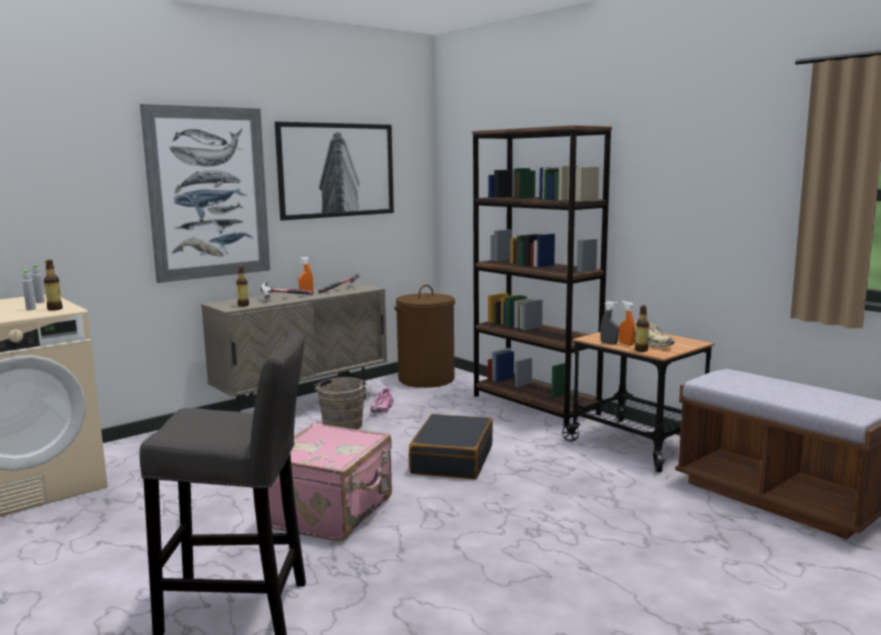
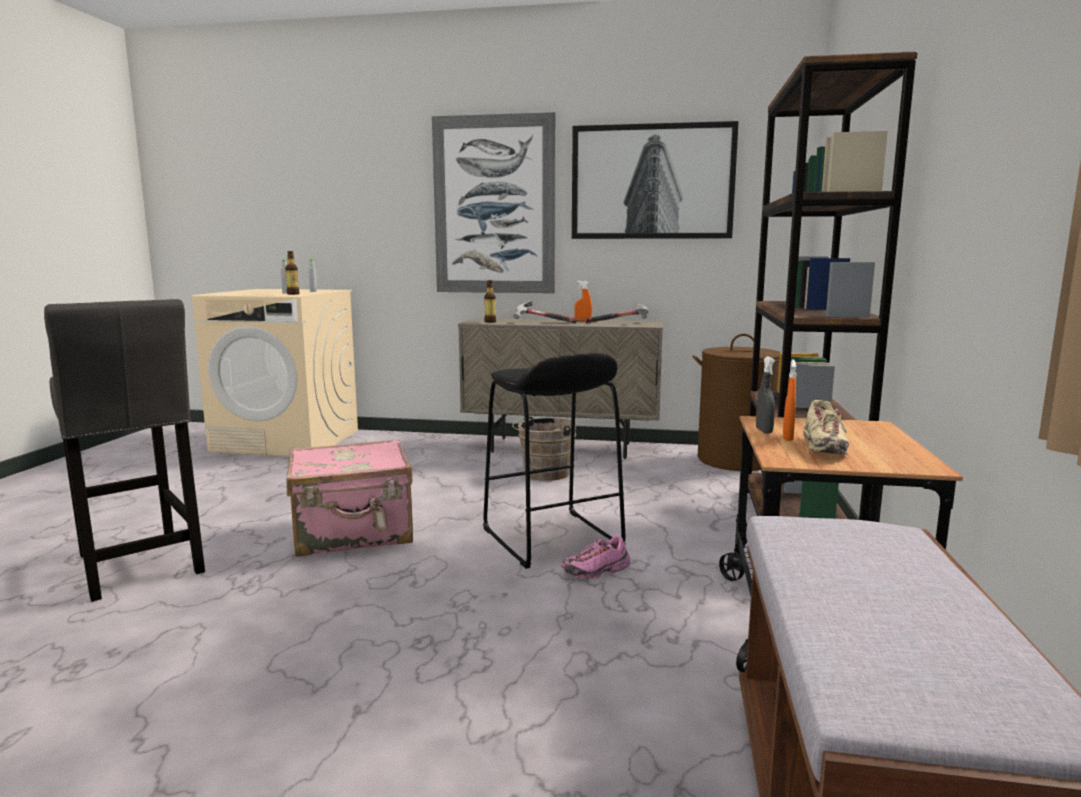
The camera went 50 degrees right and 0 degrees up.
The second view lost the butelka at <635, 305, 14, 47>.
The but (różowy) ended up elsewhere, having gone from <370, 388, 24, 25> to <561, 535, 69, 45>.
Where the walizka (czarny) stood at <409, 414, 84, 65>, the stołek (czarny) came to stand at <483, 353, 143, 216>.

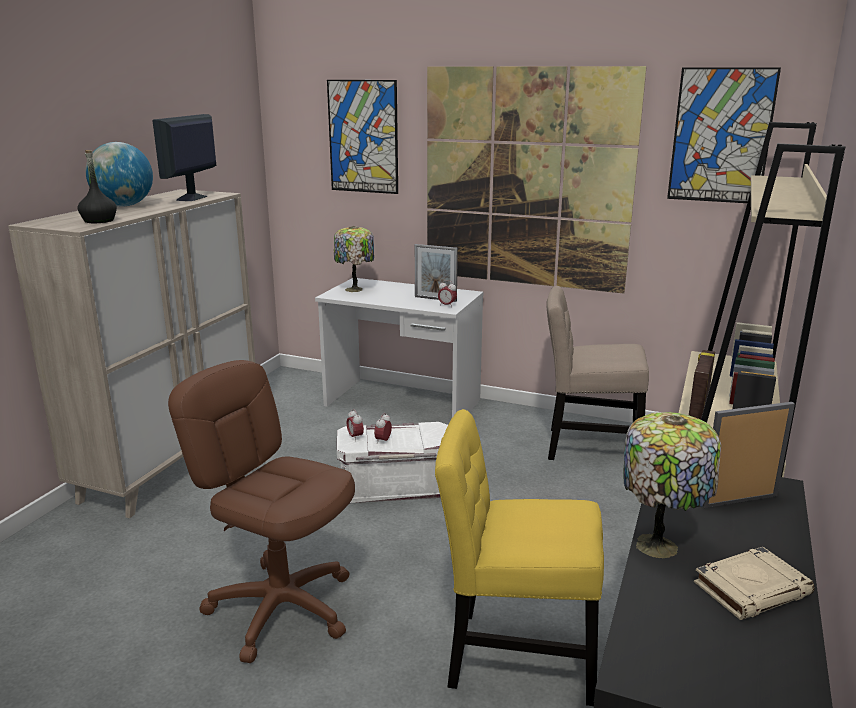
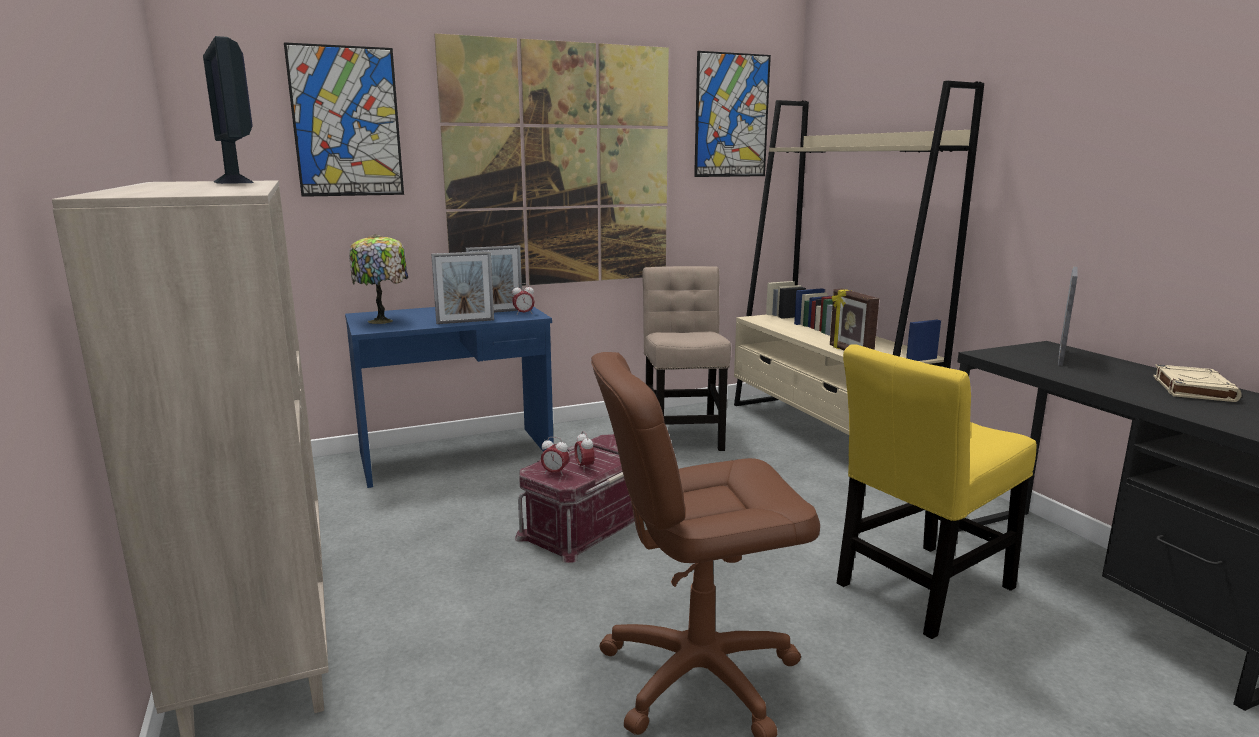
The camera went 45 degrees left and 5 degrees down.
The second view lost the butelka (czarny) at <78, 150, 39, 73>.
The second view lost the globus at <86, 142, 67, 64>.
The second view lost the lampa stołowa at <623, 412, 98, 146>.
The second view gained the ramka na zdjęcie at <431, 251, 63, 73>.
What was the biurko (biały) at <315, 278, 169, 139> turned into the biurko (niebieski) at <345, 306, 209, 182>.
What was the pojemnik do przechowywania (biały) at <337, 422, 111, 82> turned into the pojemnik do przechowywania (czerwony) at <515, 434, 120, 129>.
The krzesło (beżowy) at <546, 286, 103, 174> ended up facing another way, 120 degrees clockwise from before.

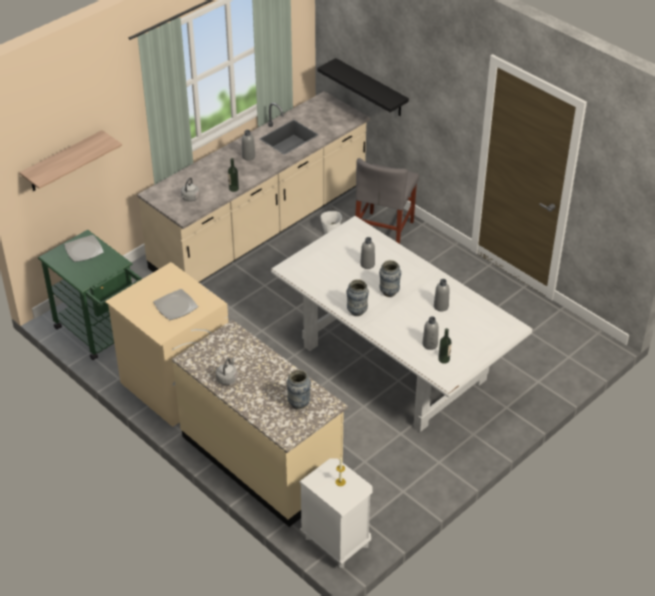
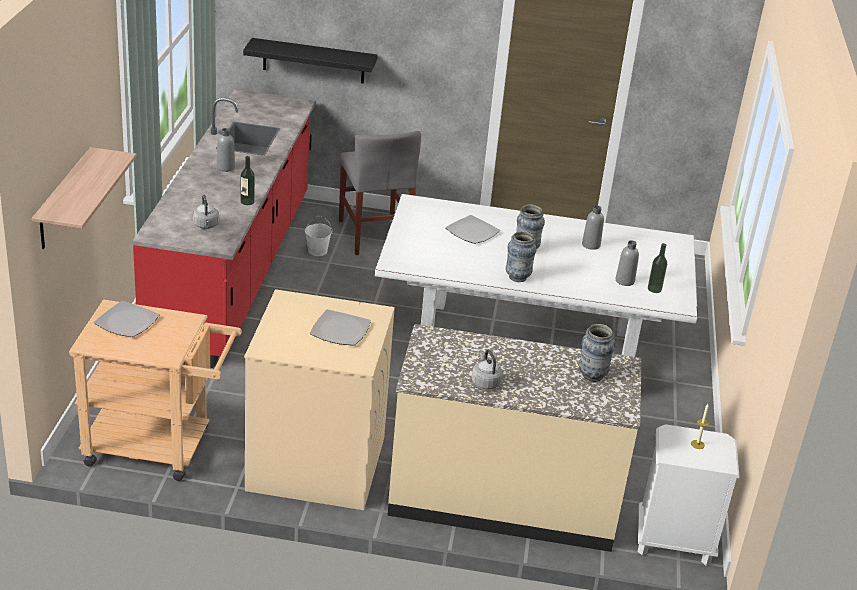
The camera went 40 degrees left and 10 degrees down.
Where the butelka (szary) stood at <360, 237, 15, 32>, the talerz came to stand at <445, 215, 55, 29>.
What was the wózek (zielony) at <38, 230, 104, 130> turned into the wózek (beżowy) at <69, 300, 173, 181>.
What was the zabudowa kuchenna (beżowy) at <137, 91, 233, 192> turned into the zabudowa kuchenna (czerwony) at <132, 89, 184, 279>.

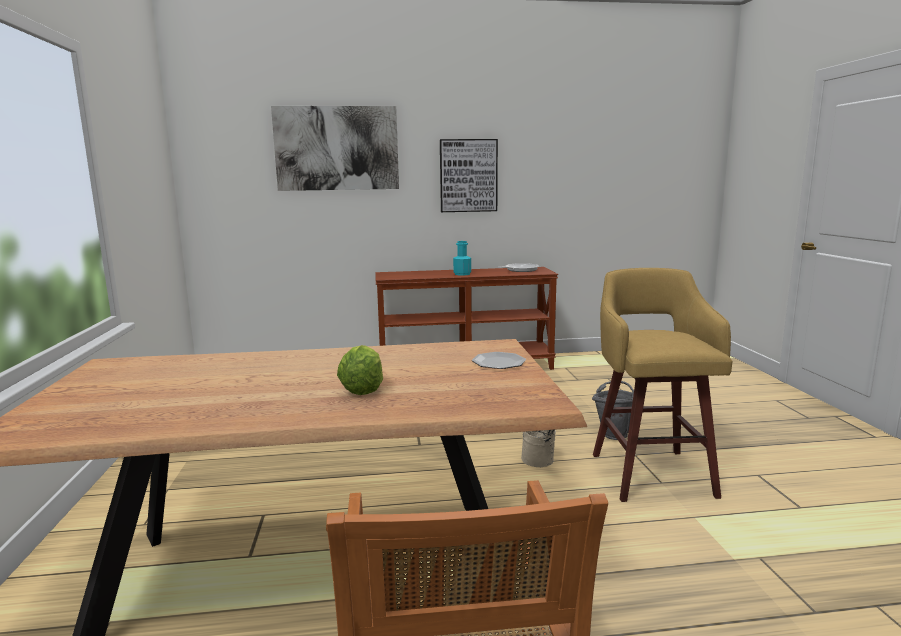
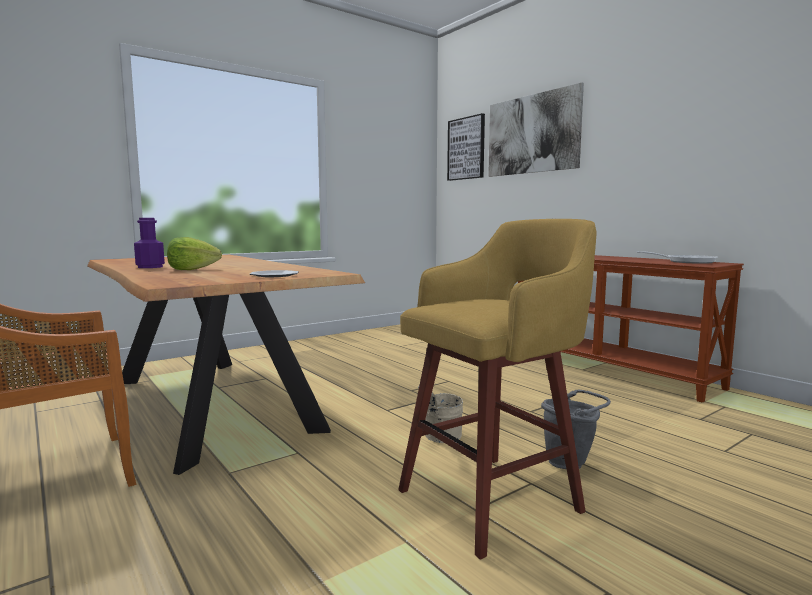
The camera went 60 degrees right and 5 degrees down.
The second view lost the butelka (turkusowy) at <453, 241, 18, 35>.
The second view gained the butelka (fioletowy) at <134, 218, 31, 50>.
The obraz ended up elsewhere, having gone from <440, 139, 58, 73> to <447, 113, 38, 68>.

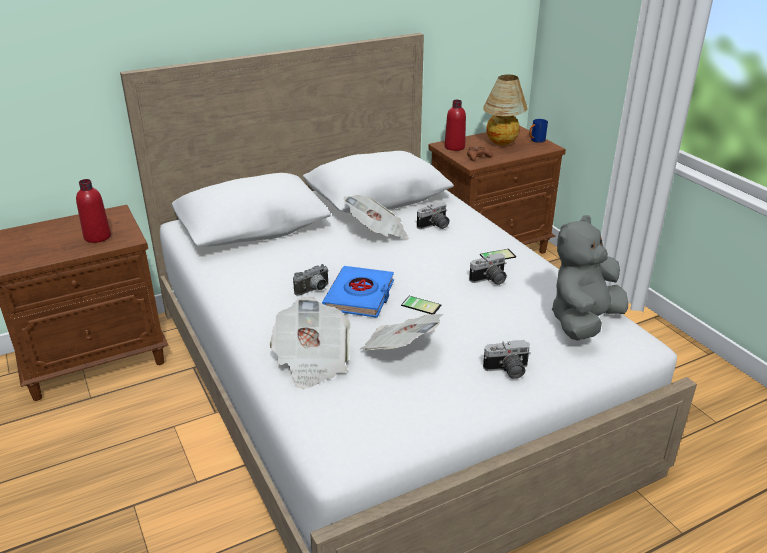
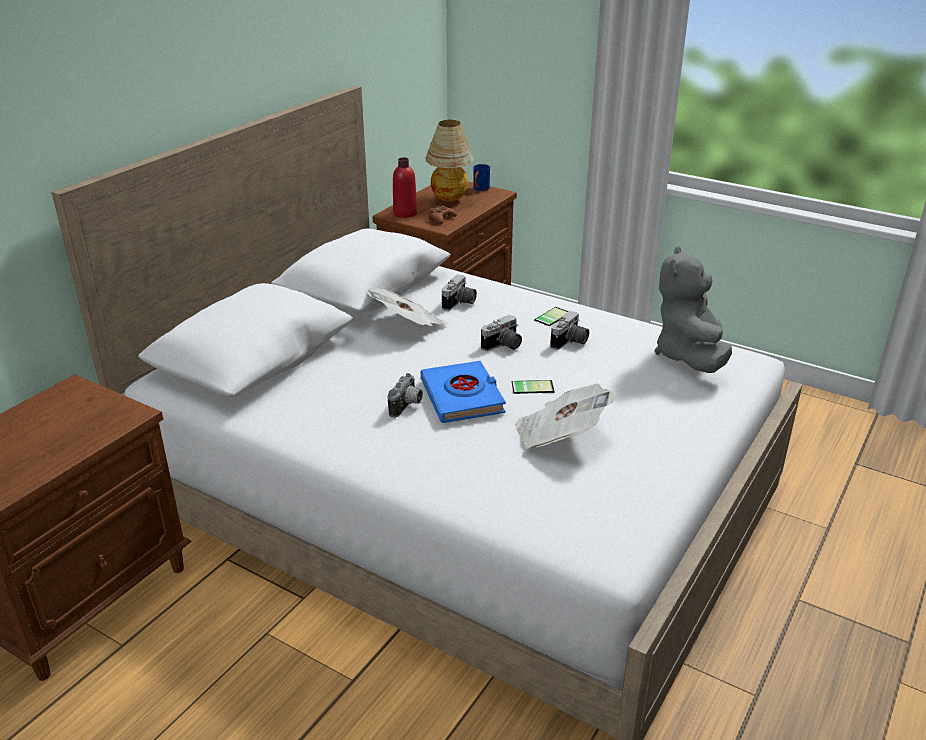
The camera went 30 degrees left and 0 degrees up.
The second view lost the butelka (czerwony) at <76, 179, 35, 64>.
The second view lost the gazeta at <269, 297, 81, 92>.
The aparat fotograficzny ended up elsewhere, having gone from <483, 340, 48, 39> to <481, 315, 41, 36>.

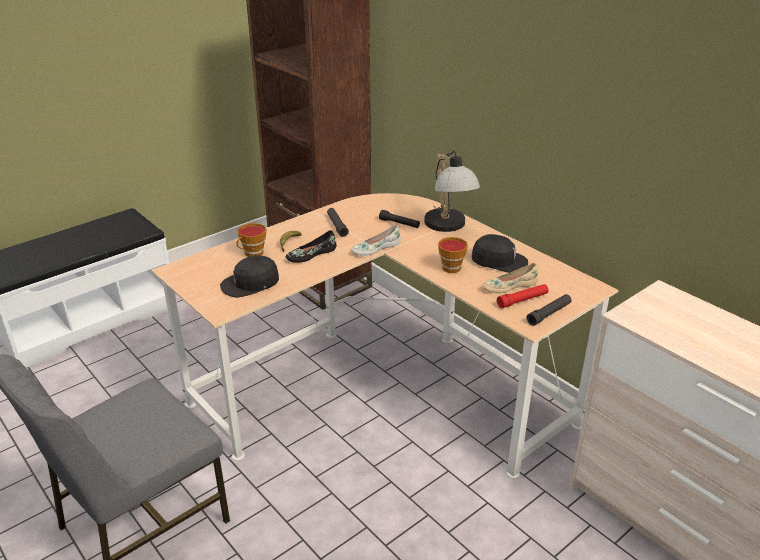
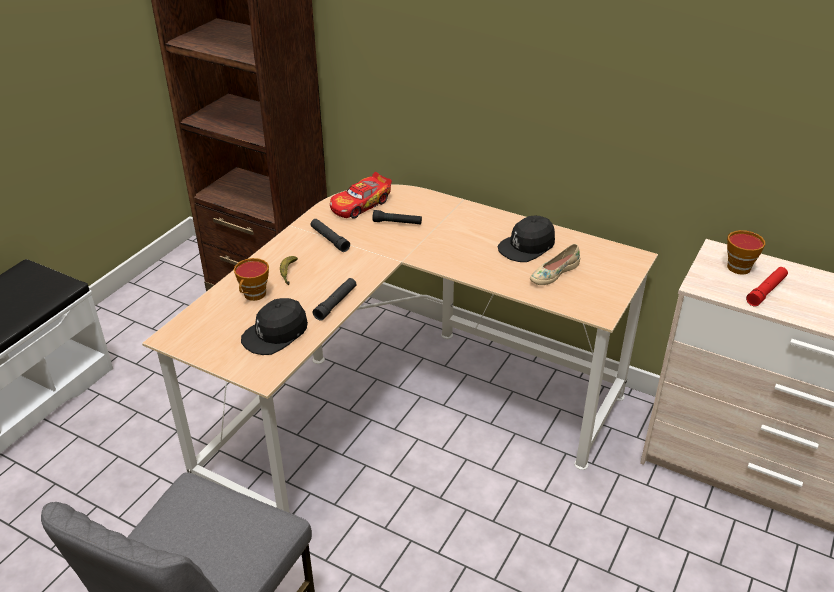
The camera went 20 degrees left and 5 degrees up.
The second view lost the but (czarny) at <286, 230, 50, 33>.
The second view lost the but (biały) at <351, 225, 50, 31>.
The second view lost the lampa stołowa at <424, 150, 56, 82>.
The second view gained the samochodzik at <330, 172, 62, 47>.
The filiżanka ended up elsewhere, having gone from <438, 237, 30, 36> to <727, 230, 38, 45>.
The latarka (czerwony) ended up elsewhere, having gone from <497, 284, 52, 24> to <746, 267, 42, 40>.
The latarka (czarny) ended up elsewhere, having gone from <527, 294, 45, 32> to <313, 278, 43, 43>.
The czapka z daszkiem (czarny) at <472, 234, 56, 39> ended up facing another way, 150 degrees clockwise from before.

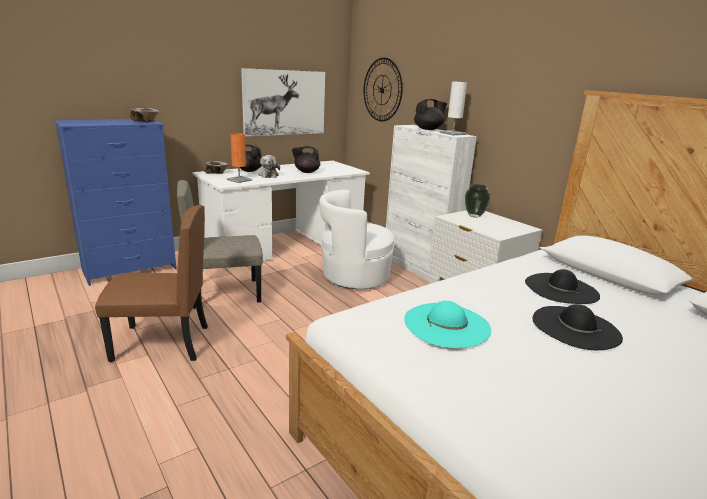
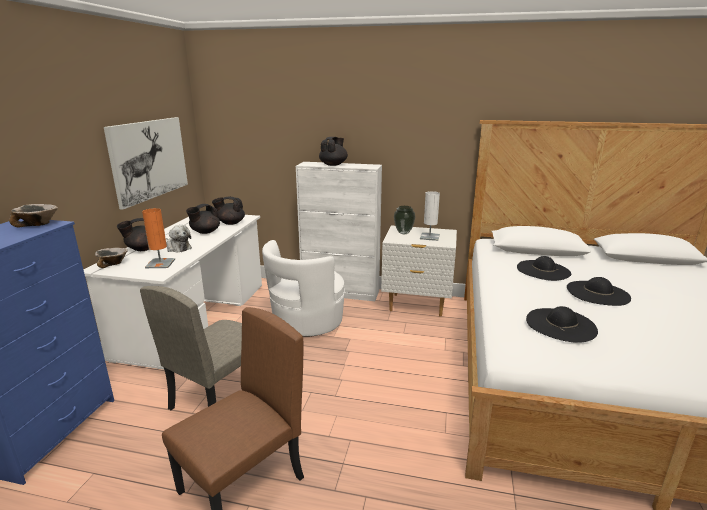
The camera went 40 degrees left and 0 degrees up.
The second view lost the zegar ścienny at <364, 58, 39, 63>.
The second view gained the imbryk (czarny) at <212, 197, 33, 28>.
The lampa stołowa (biały) ended up elsewhere, having gone from <439, 81, 28, 54> to <420, 191, 20, 50>.
What was the kapelusz (turkusowy) at <404, 301, 87, 47> turned into the kapelusz (czarny) at <526, 306, 72, 37>.

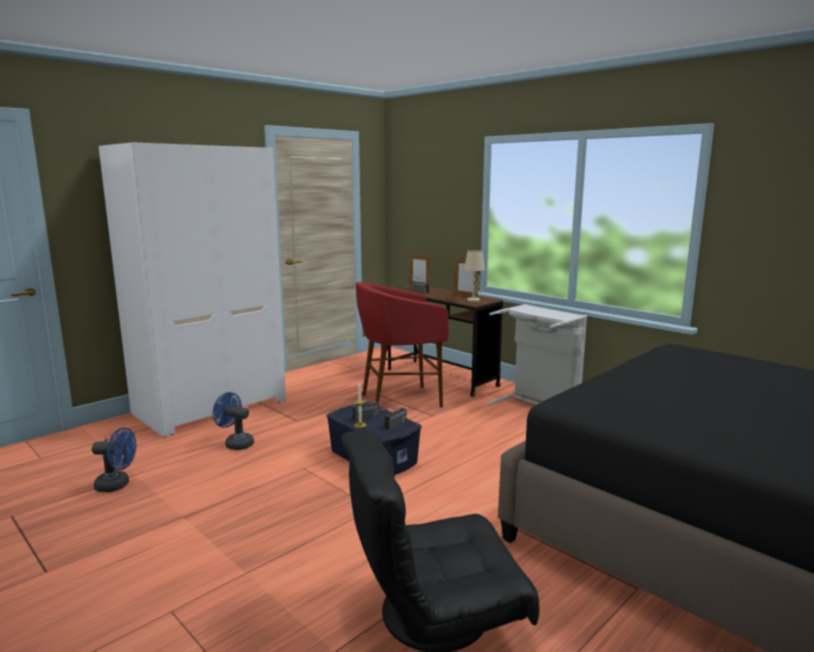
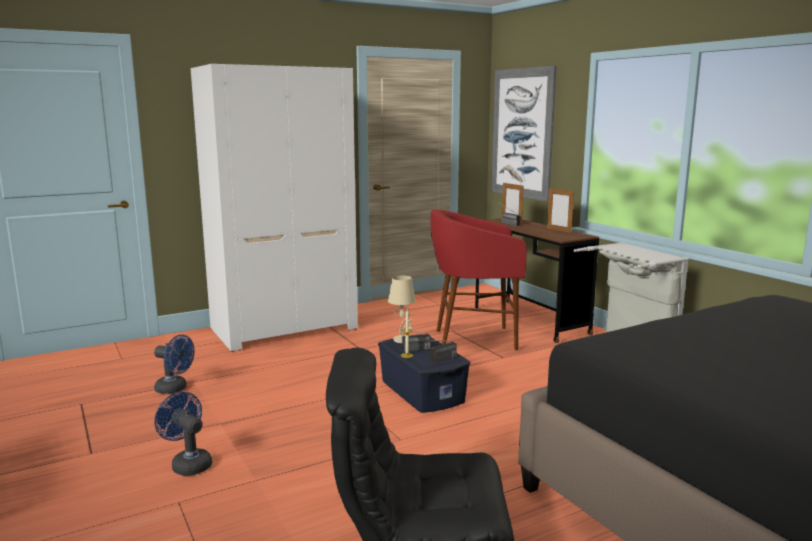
The camera went 15 degrees right and 0 degrees up.
The second view gained the obraz at <491, 66, 66, 136>.
The wentylator (niebieski) ended up elsewhere, having gone from <213, 392, 41, 58> to <154, 392, 58, 84>.
The lampa stołowa (beżowy) ended up elsewhere, having gone from <464, 250, 21, 52> to <388, 275, 28, 68>.

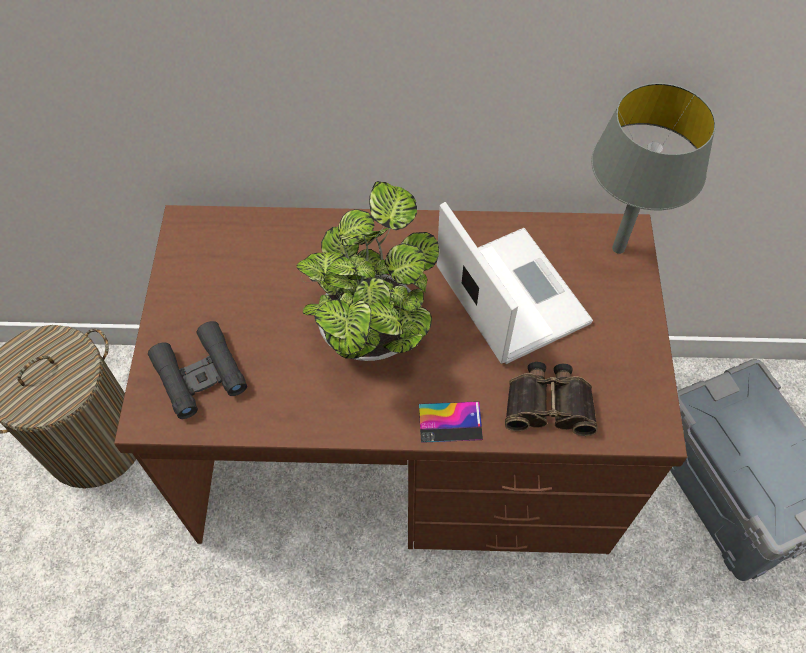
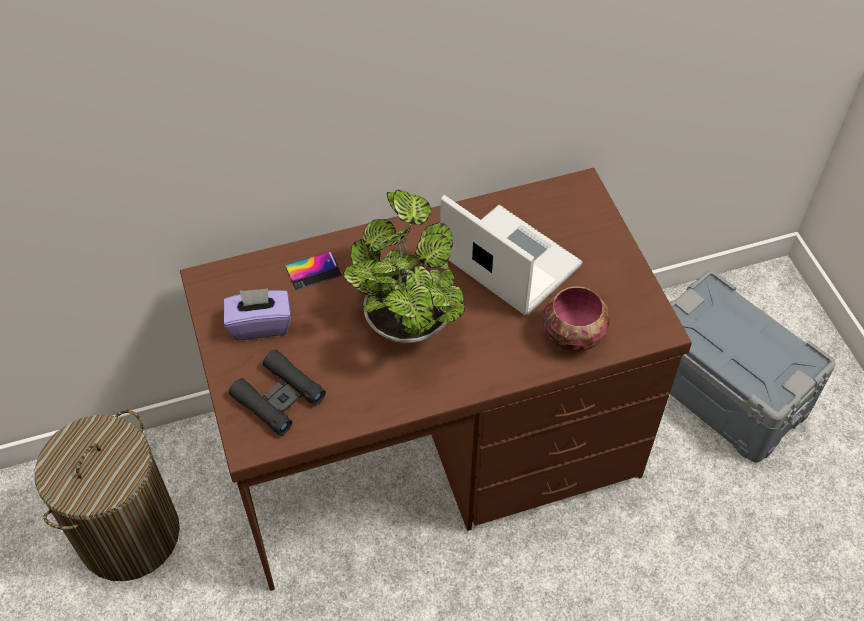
The camera went 20 degrees left and 5 degrees down.
The second view lost the lampa stołowa (szary) at <591, 83, 125, 171>.
The second view gained the pudełko chusteczek (fioletowy) at <224, 288, 67, 52>.
The telefon ended up elsewhere, having gone from <419, 401, 64, 42> to <285, 251, 57, 39>.
Where the lornetka stood at <505, 362, 93, 74>, the miska came to stand at <542, 286, 68, 66>.

